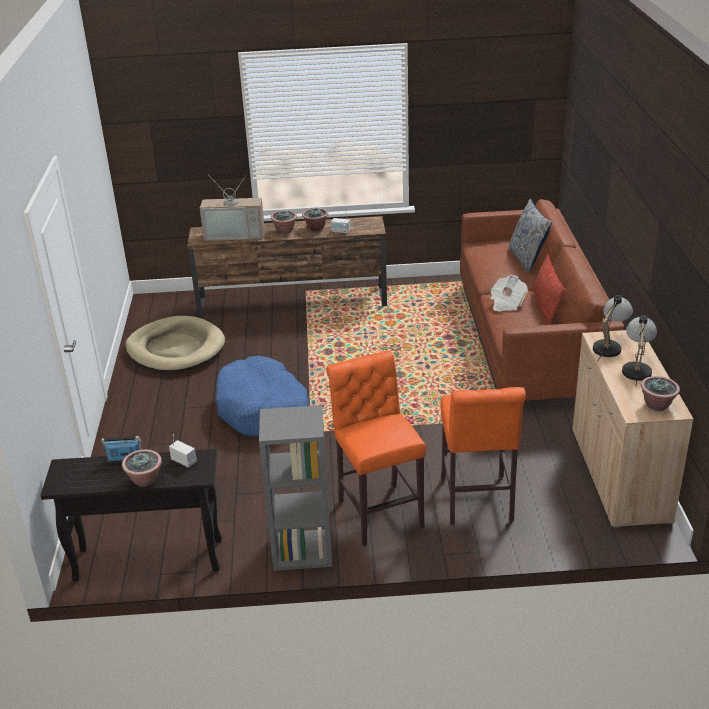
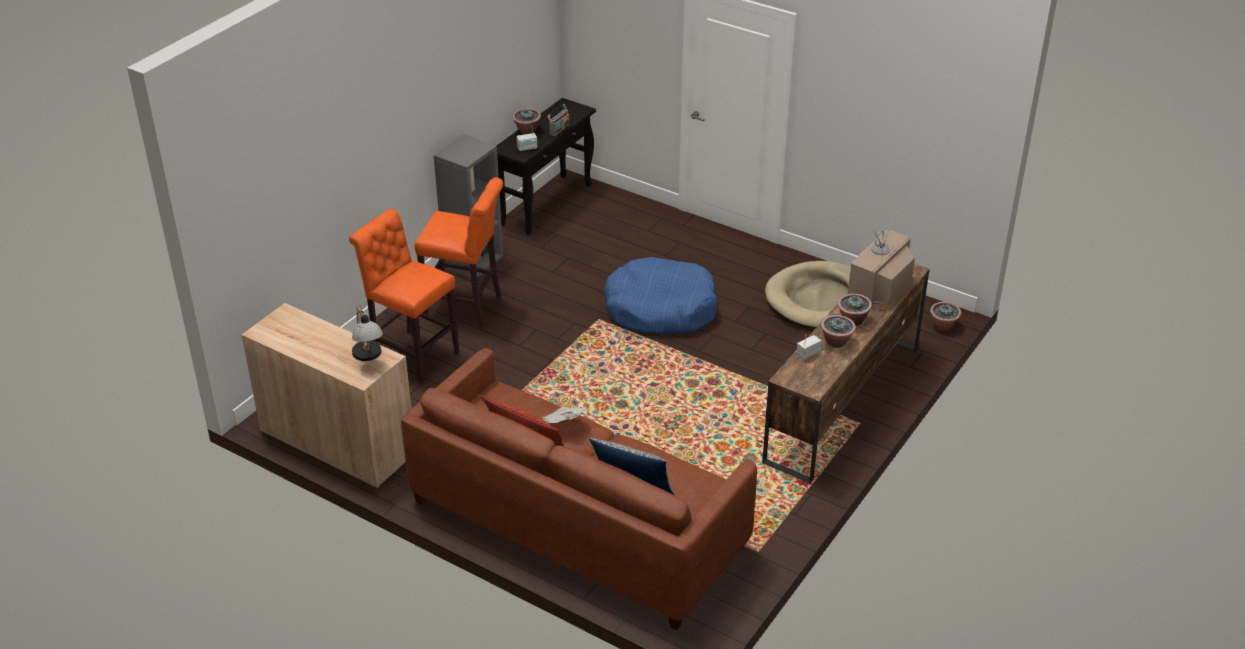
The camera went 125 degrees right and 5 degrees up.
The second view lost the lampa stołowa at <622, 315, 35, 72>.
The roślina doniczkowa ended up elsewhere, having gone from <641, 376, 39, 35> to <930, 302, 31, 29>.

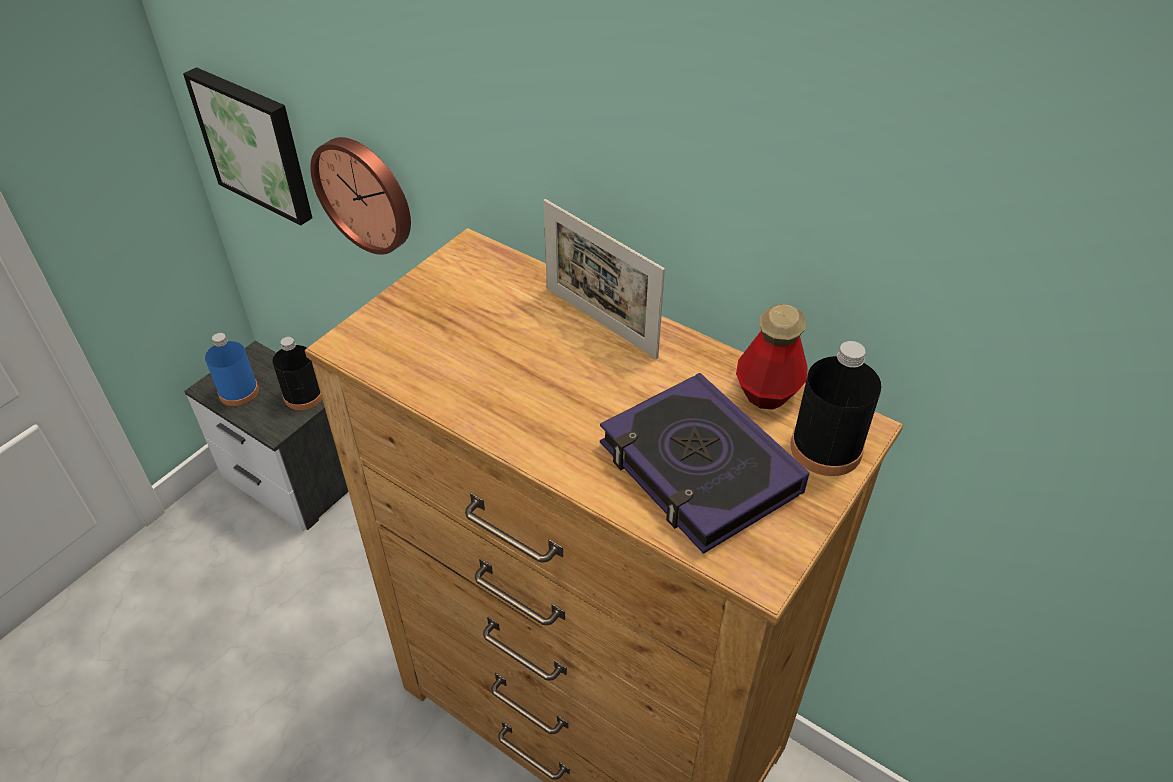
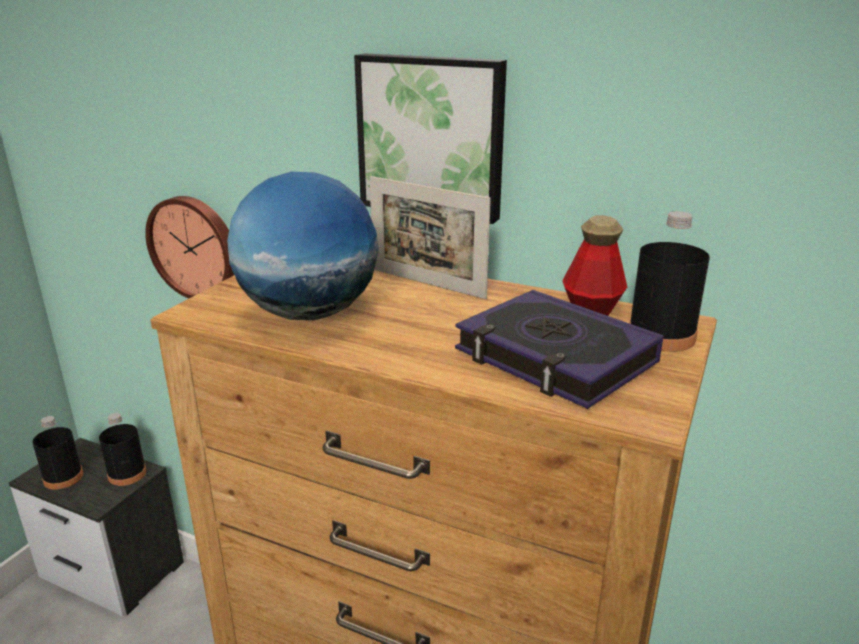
The camera went 10 degrees left and 20 degrees down.
The second view gained the globus at <227, 172, 152, 148>.
The obraz ended up elsewhere, having gone from <183, 67, 129, 158> to <354, 53, 153, 171>.
What was the butelka (niebieski) at <205, 333, 54, 73> turned into the butelka (czarny) at <32, 416, 51, 74>.

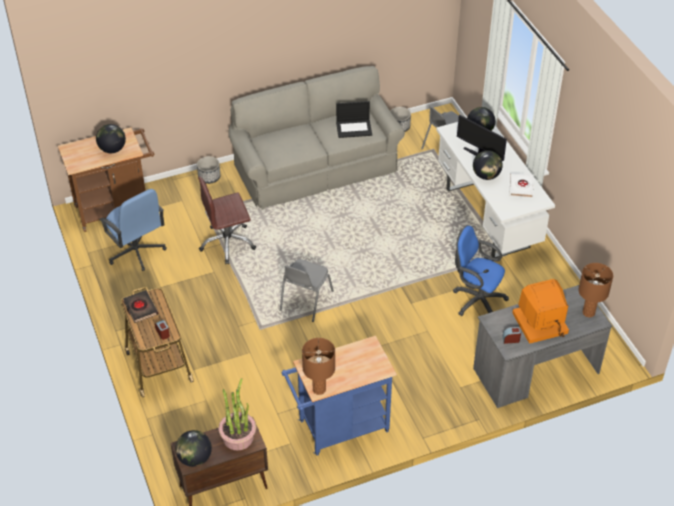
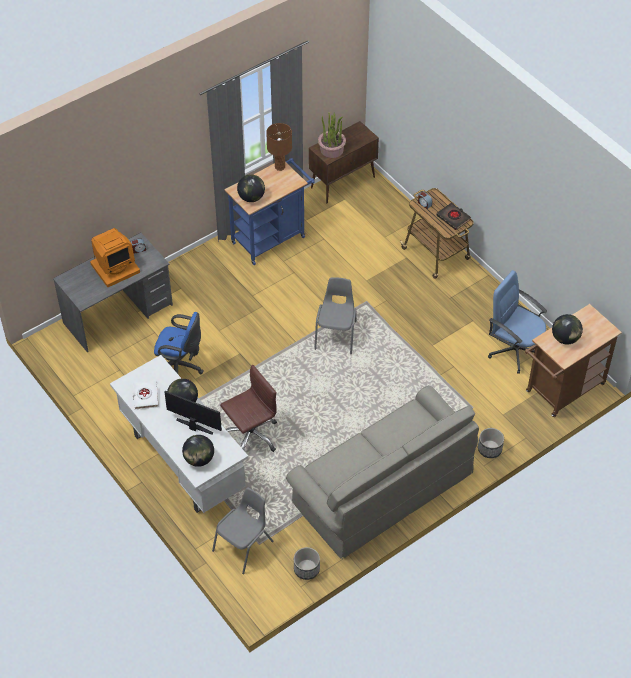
The camera went 165 degrees right and 5 degrees up.
The second view lost the laptop at <336, 101, 36, 37>.
The second view lost the lampa stołowa (brązowy) at <578, 263, 35, 55>.
The globus ended up elsewhere, having gone from <175, 430, 37, 37> to <237, 174, 28, 28>.
The krzesło biurowe (brązowy) ended up elsewhere, having gone from <198, 177, 58, 87> to <220, 365, 57, 87>.

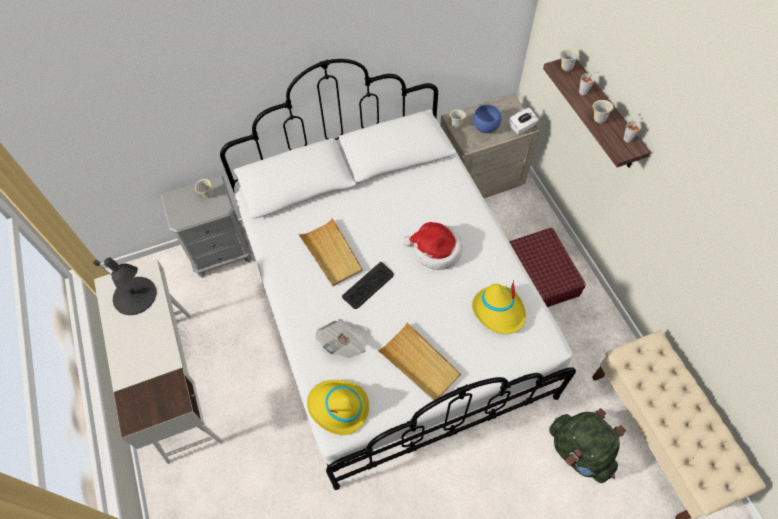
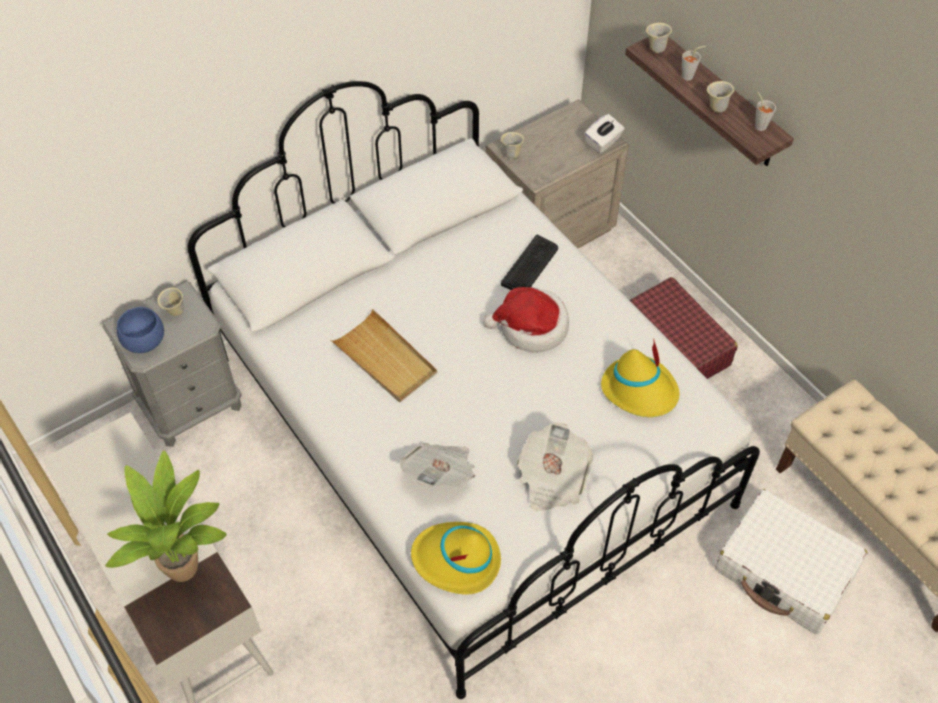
The camera went 15 degrees left and 5 degrees down.
The second view lost the lampa stołowa (czarny) at <93, 257, 63, 58>.
The second view gained the roślina doniczkowa at <105, 451, 122, 131>.
The klawiatura ended up elsewhere, having gone from <342, 262, 52, 47> to <501, 235, 57, 55>.
The miska (niebieski) ended up elsewhere, having gone from <473, 104, 28, 29> to <117, 307, 47, 46>.
Where the taca (beżowy) stood at <378, 323, 83, 78>, the gazeta came to stand at <517, 423, 76, 88>.
Where the plecak (zielony) stood at <549, 408, 77, 75>, the walizka (biały) came to stand at <715, 489, 152, 145>.

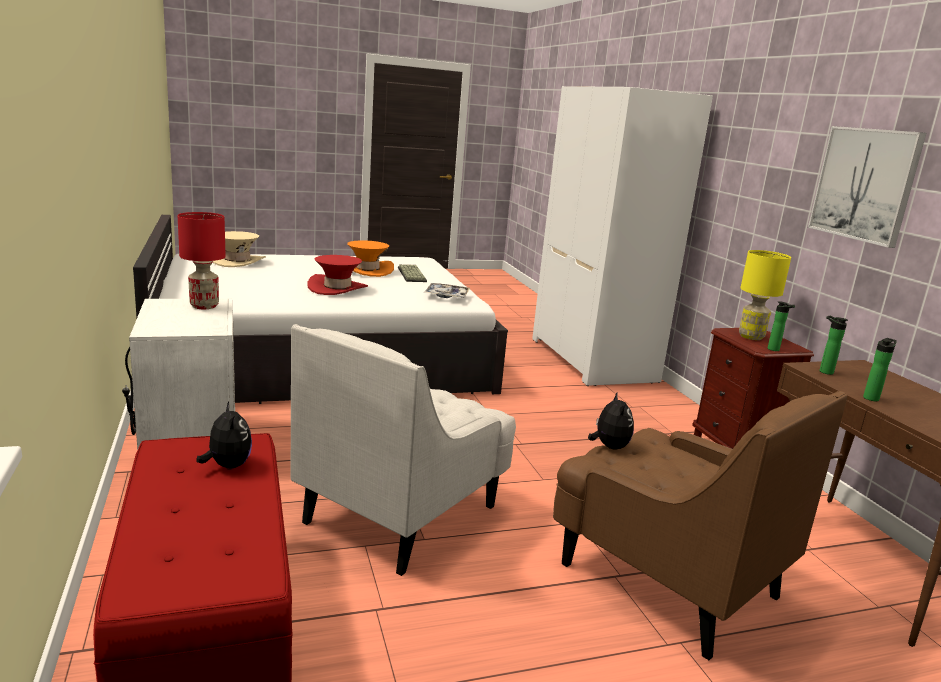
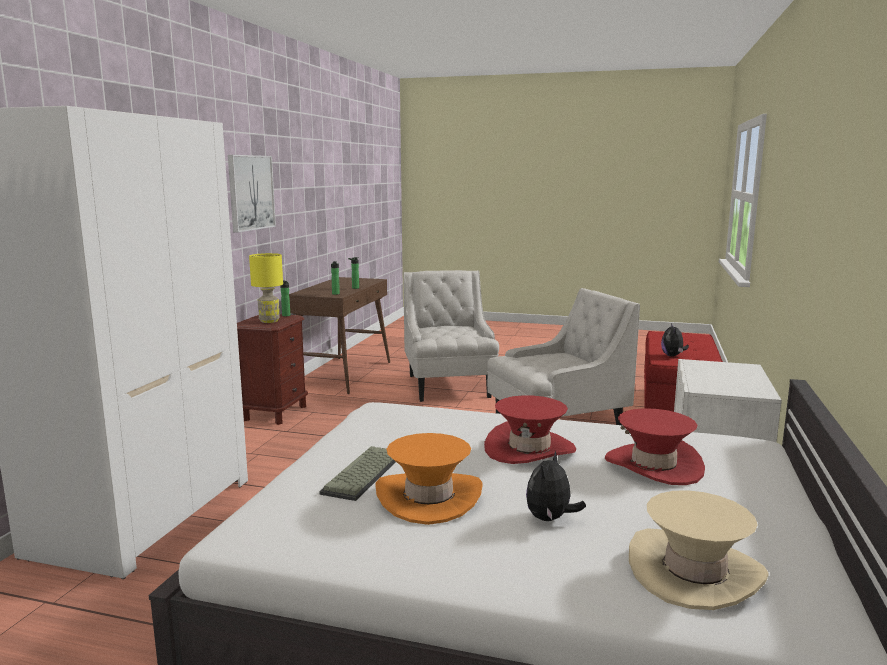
The camera went 145 degrees left and 5 degrees down.
The second view lost the lampa stołowa (czerwony) at <178, 212, 48, 97>.
The second view lost the taca at <424, 283, 46, 15>.
The second view gained the kapelusz (czerwony) at <605, 408, 100, 77>.
The pluszak ended up elsewhere, having gone from <588, 392, 46, 58> to <526, 451, 60, 70>.
What was the fotel (brązowy) at <553, 391, 294, 269> turned into the fotel (biały) at <403, 270, 96, 132>.

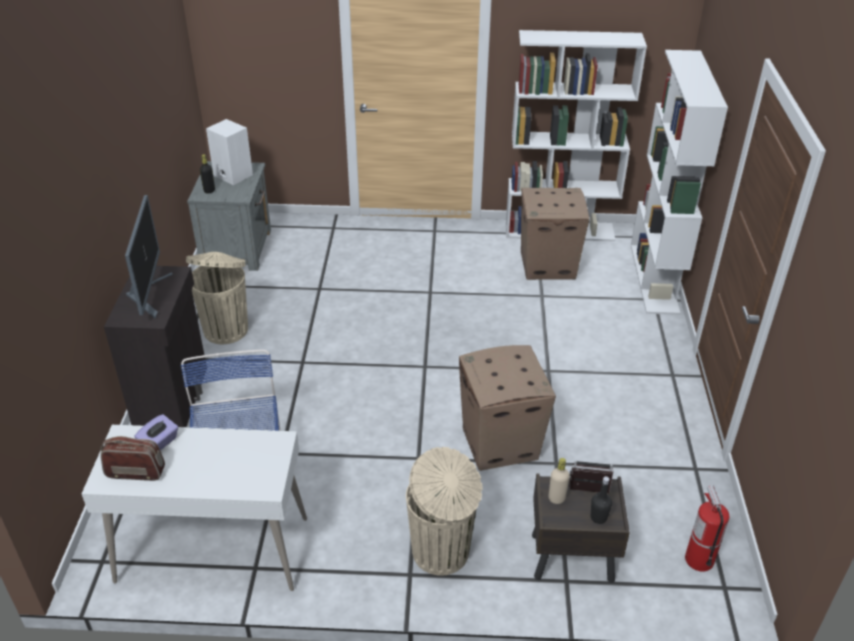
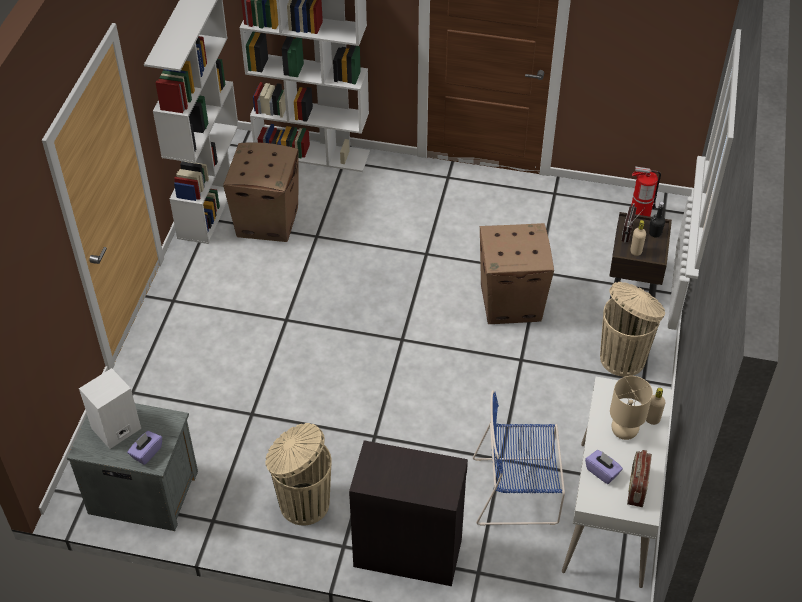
The camera went 80 degrees left and 10 degrees up.
The second view lost the monitor at <125, 195, 48, 124>.
The second view gained the lampa stołowa (beżowy) at <610, 376, 43, 64>.
The second view gained the butelka (beżowy) at <646, 388, 19, 37>.
Where the butelka (czarny) stood at <200, 154, 15, 39>, the pudełko chusteczek (fioletowy) came to stand at <127, 431, 35, 34>.

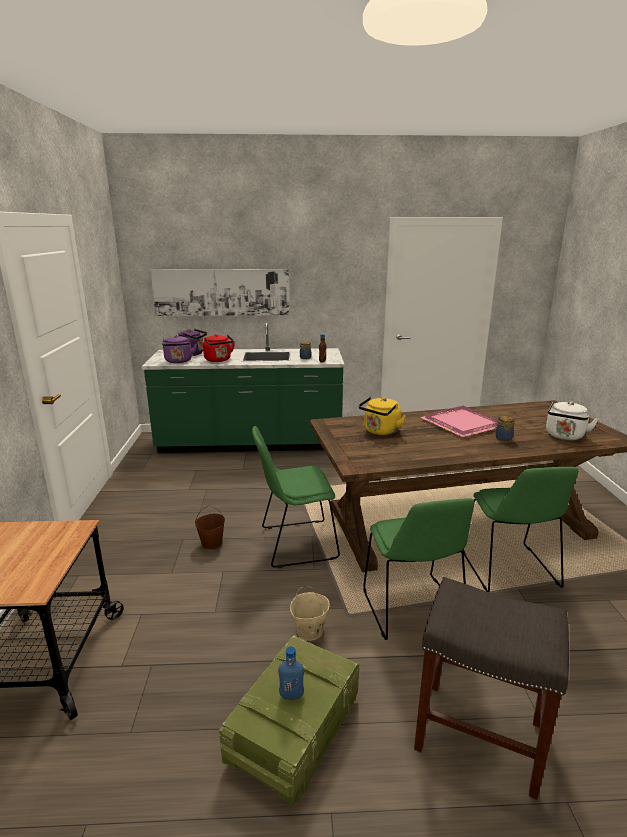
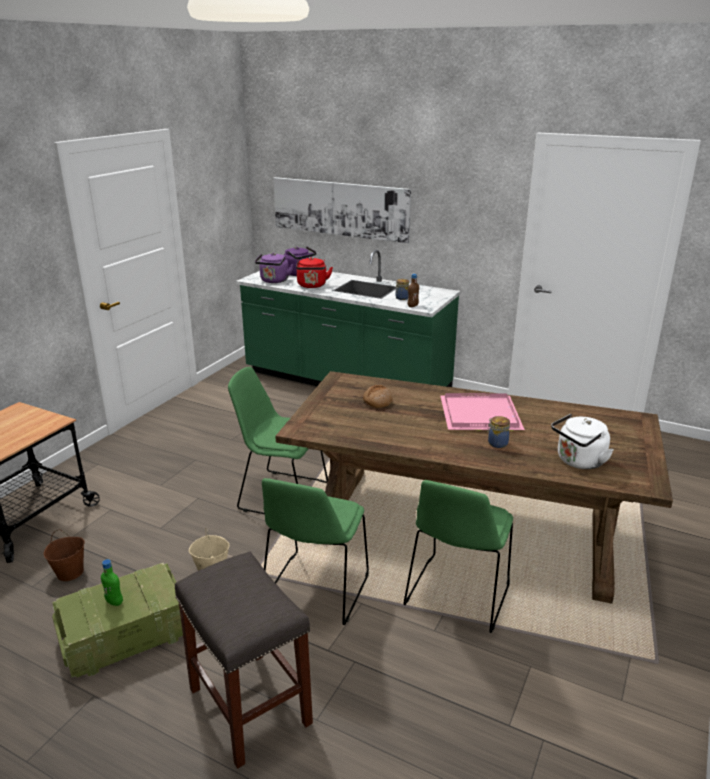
The camera went 30 degrees right and 5 degrees up.
The wiadro (brązowy) ended up elsewhere, having gone from <195, 506, 30, 43> to <44, 529, 41, 52>.
Where the czajnik (żółty) stood at <359, 397, 47, 38>, the chleb came to stand at <363, 385, 30, 23>.
What was the butelka (niebieski) at <278, 646, 26, 54> turned into the butelka (zielony) at <101, 559, 22, 47>.

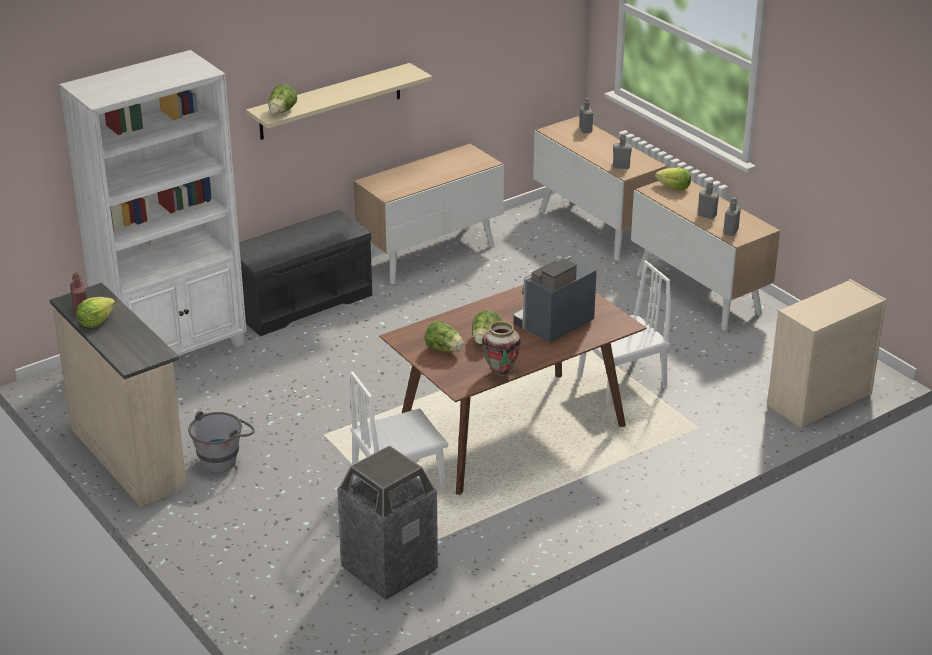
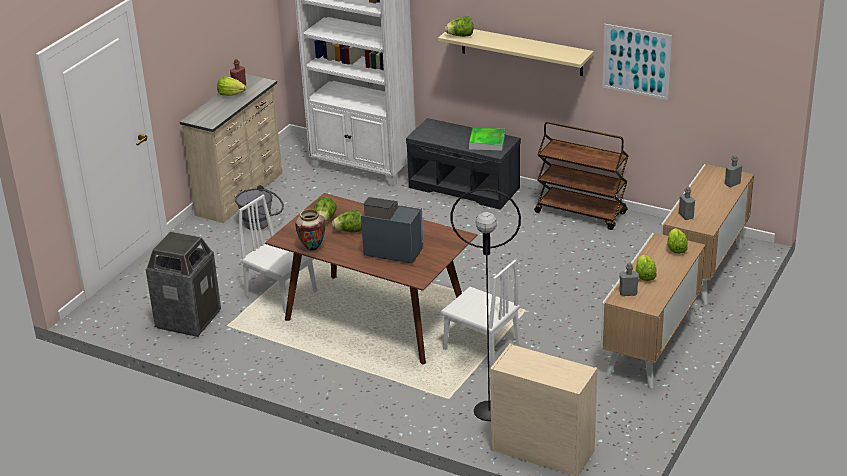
The camera went 65 degrees right and 0 degrees up.
The second view gained the lampa stojąca (czarny) at <451, 188, 70, 233>.
The second view gained the taca at <469, 128, 36, 23>.
The second view gained the obraz at <602, 24, 70, 76>.
Where the szafka stood at <354, 144, 150, 140>, the wózek (brązowy) came to stand at <534, 122, 95, 108>.
Where the butelka (szary) stood at <698, 181, 21, 38>, the sałata came to stand at <636, 255, 21, 26>.

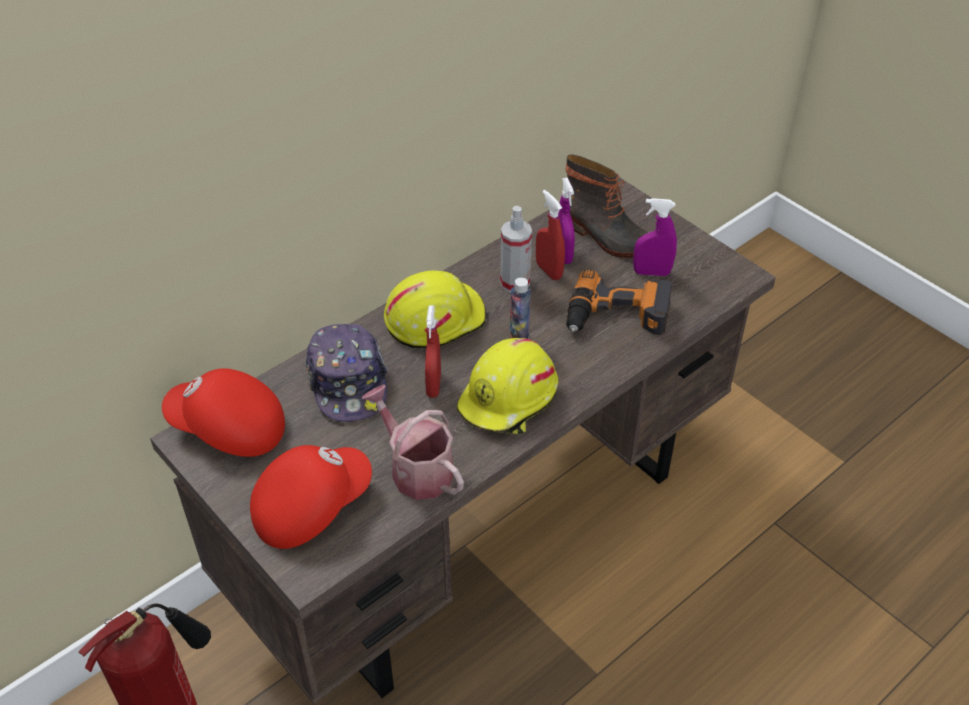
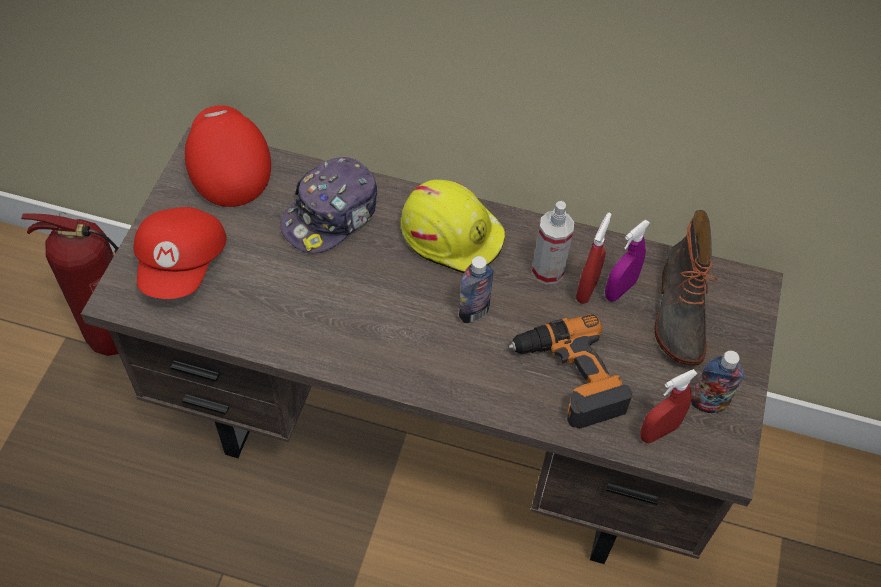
The camera went 55 degrees right and 10 degrees up.
The second view lost the konewka at <362, 385, 102, 115>.
The second view lost the kask (żółty) at <456, 338, 102, 96>.
The second view lost the spryskiwacz (fioletowy) at <633, 198, 44, 78>.
The second view gained the butelka at <691, 351, 53, 62>.
The spryskiwacz (czerwony) ended up elsewhere, having gone from <425, 306, 16, 92> to <640, 369, 57, 74>.
The czapka z daszkiem (czerwony) at <250, 445, 122, 104> ended up facing another way, 75 degrees clockwise from before.

